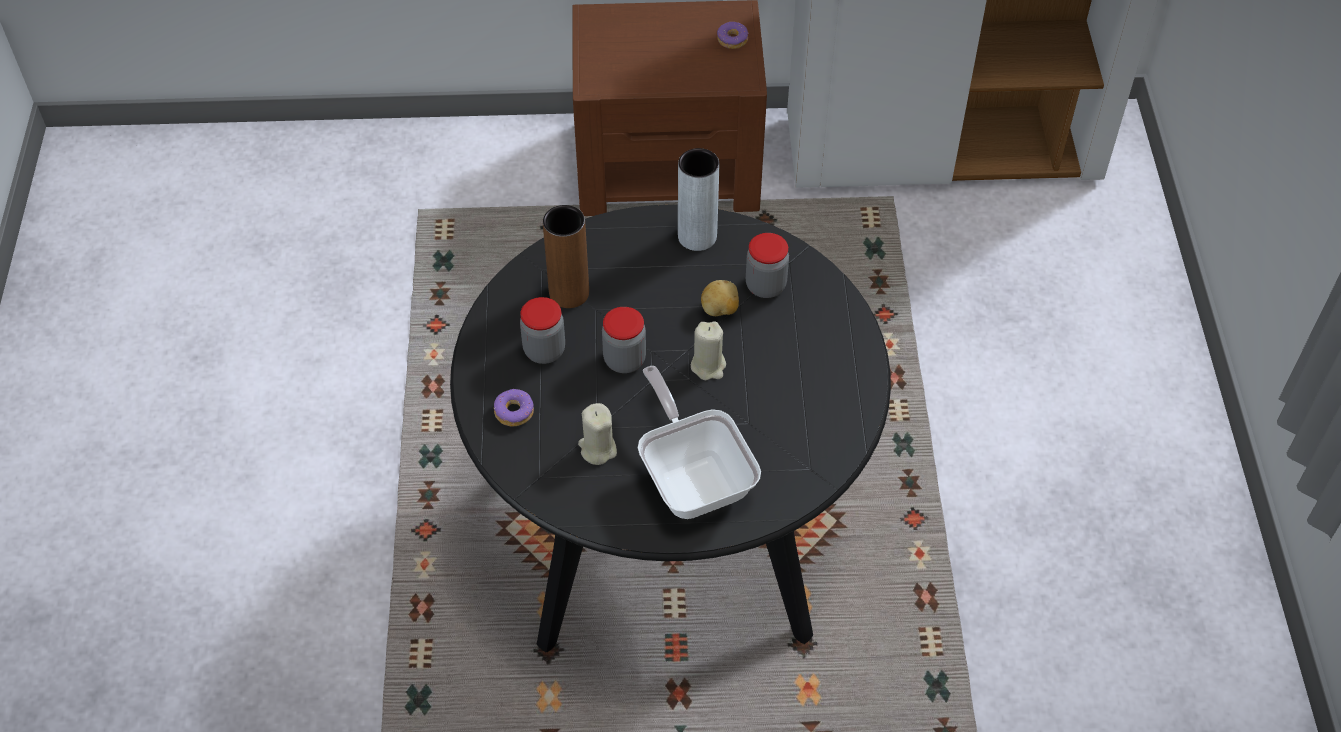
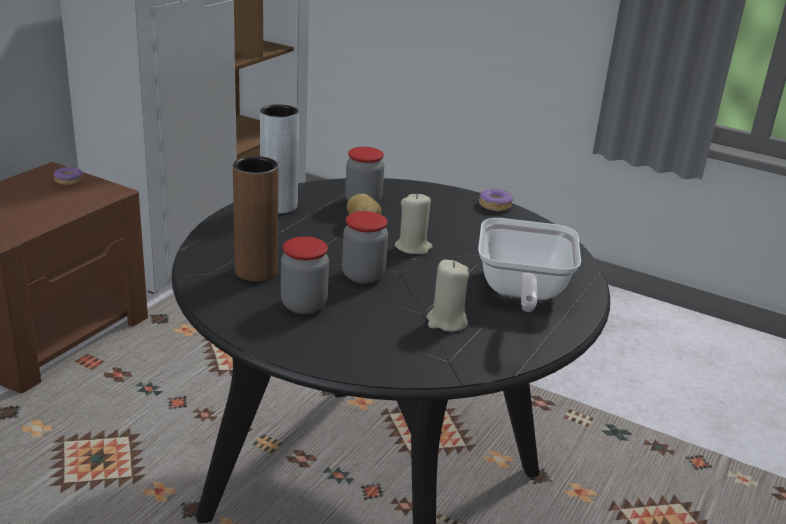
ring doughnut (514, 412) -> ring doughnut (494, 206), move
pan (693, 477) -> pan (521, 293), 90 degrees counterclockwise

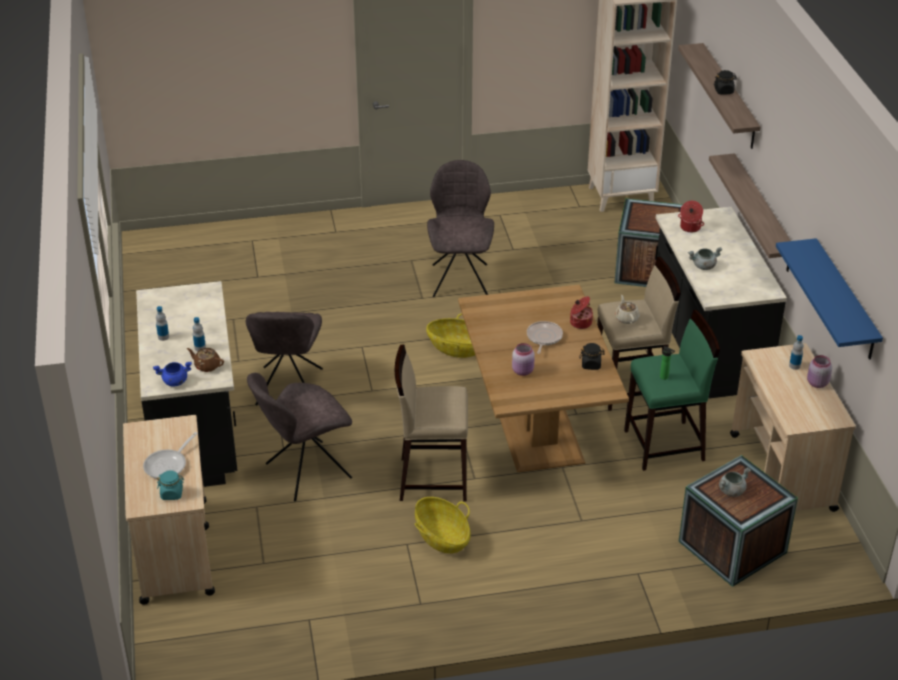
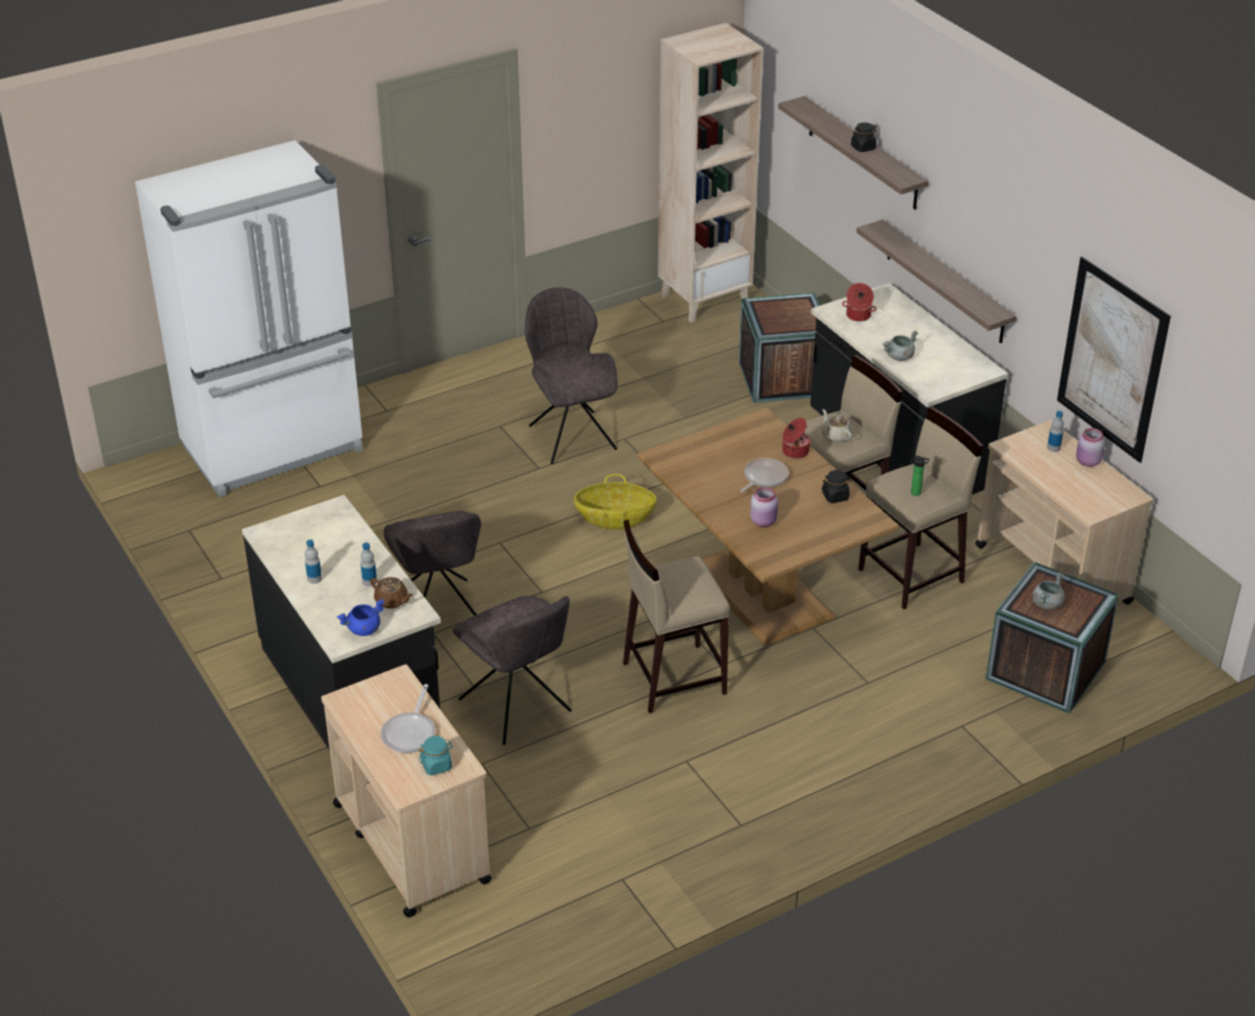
brown teapot (207, 366) -> brown teapot (392, 601), 150 degrees counterclockwise
greyish chair (305, 472) -> greyish chair (517, 708), 75 degrees counterclockwise
household basket (442, 537) -> none
pan (543, 338) -> pan (764, 478), 45 degrees clockwise
green stool seat (665, 446) -> beige-coloured stool seat (912, 576)
blue wall shelf (845, 300) -> wall art (1111, 359)
none -> white kitchen fridge (275, 449)

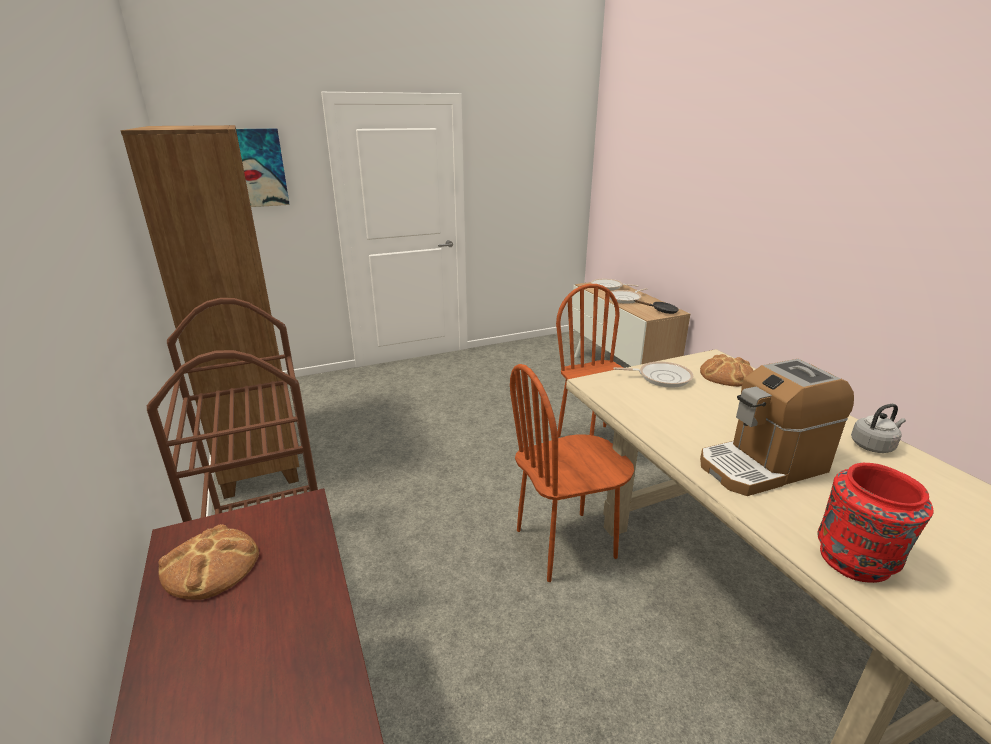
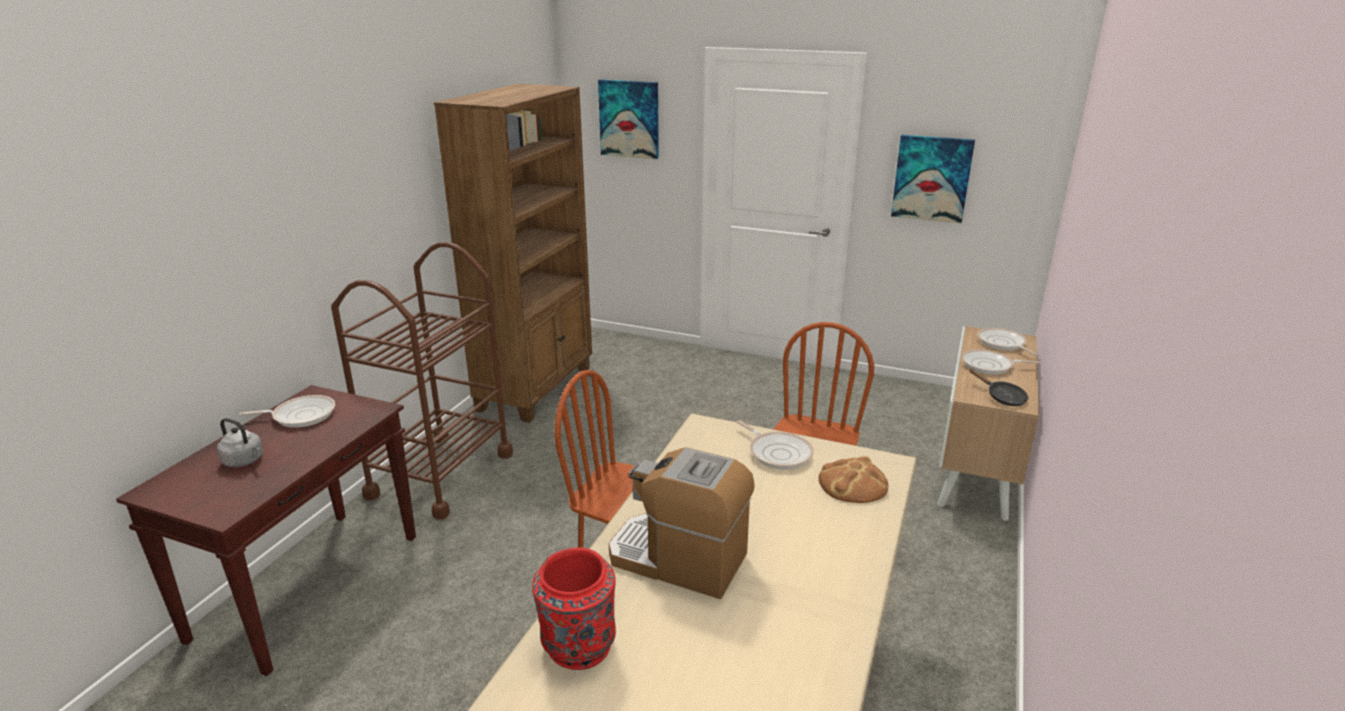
bread (210, 565) -> pan (301, 415)
greyish water kettle (873, 445) -> greyish water kettle (245, 461), move
none -> wall art (931, 178)

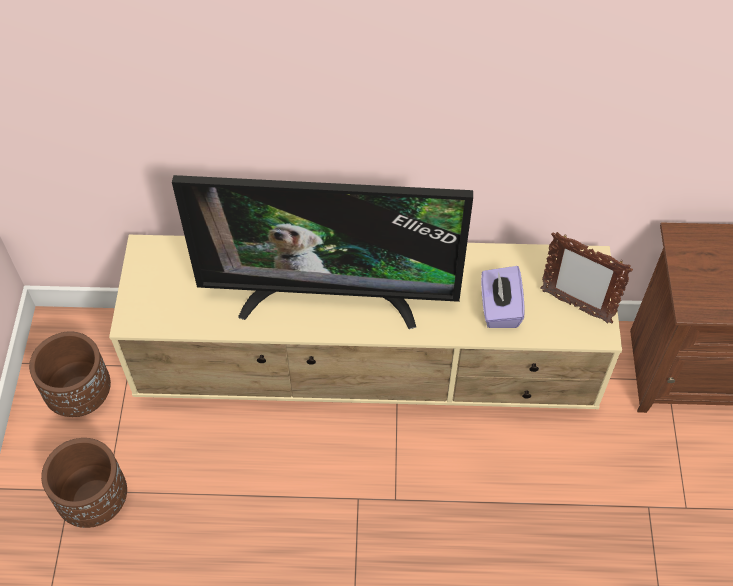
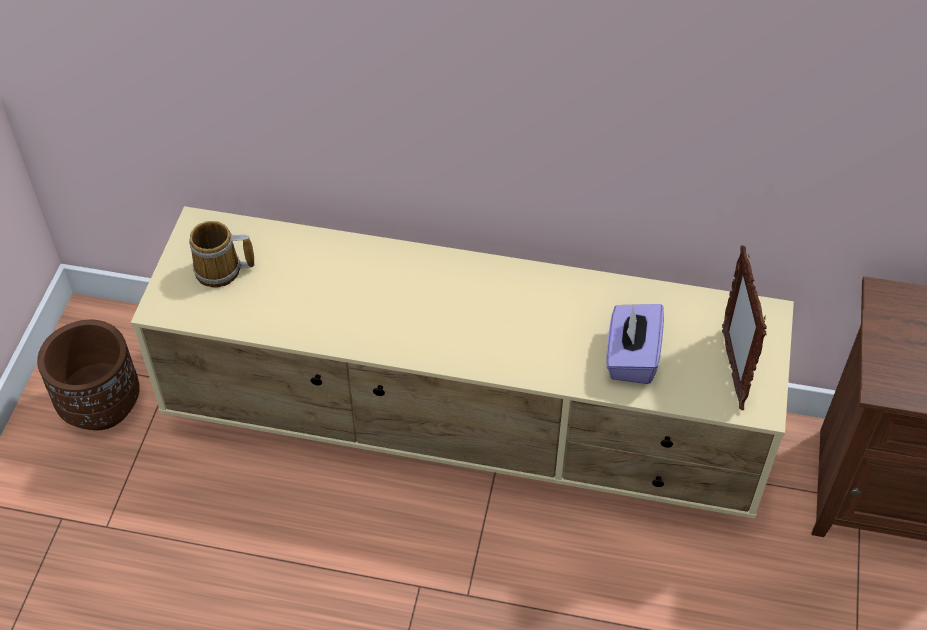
brown plant pot (95, 501) -> none
TV set (329, 296) -> none
picture frame (575, 306) -> picture frame (732, 368), 45 degrees clockwise
none -> tea mug (221, 271)

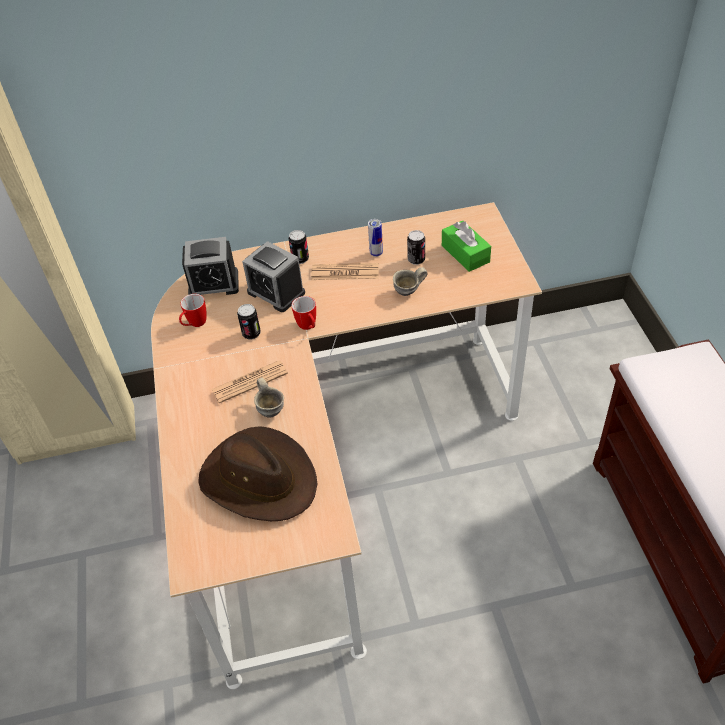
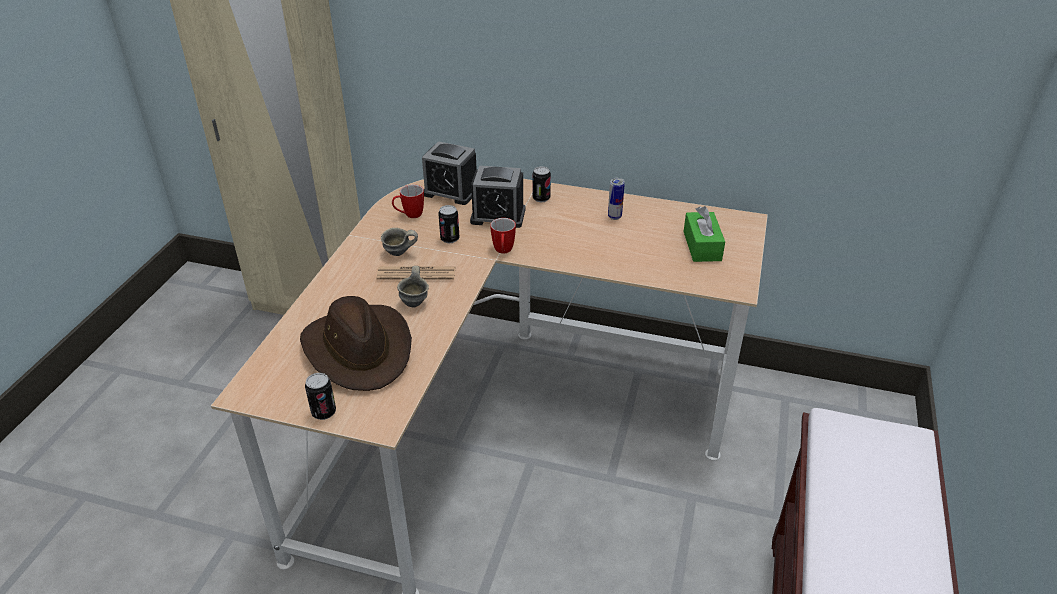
alarm clock (276, 292) -> alarm clock (498, 216), 60 degrees counterclockwise
daily paper (345, 272) -> none
greyish tea mug (409, 293) -> greyish tea mug (399, 254), move
sealed can (416, 259) -> sealed can (323, 412), move

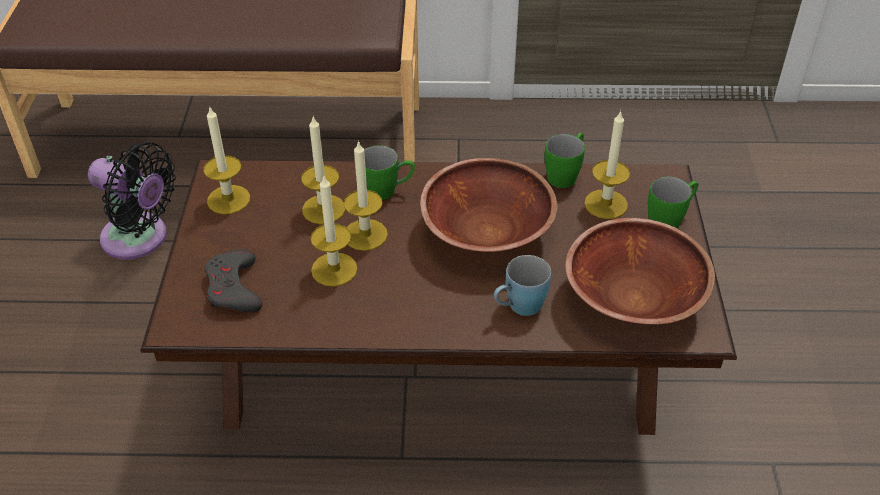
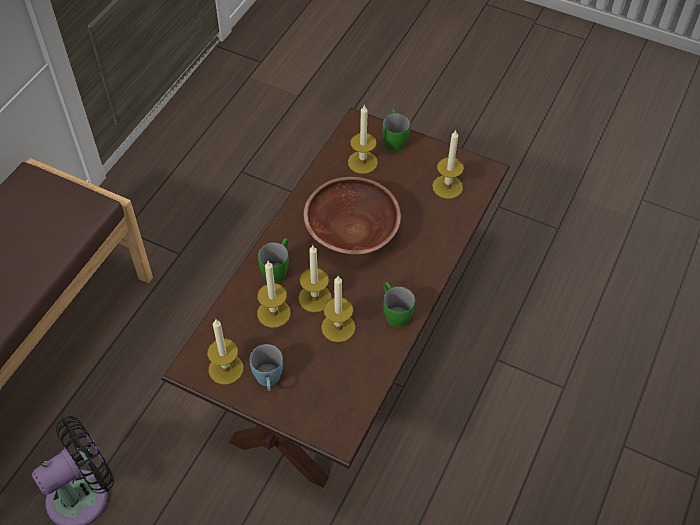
greyish gamepad (234, 288) -> none
blue tea mug (518, 307) -> blue tea mug (269, 381), move
green tea mug (565, 174) -> green tea mug (394, 313), move
brown deep dish (634, 298) -> wax light (447, 187)

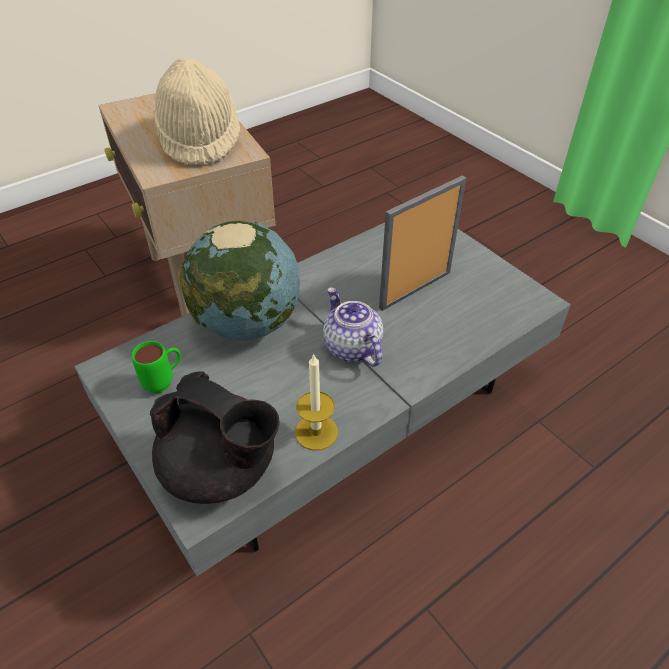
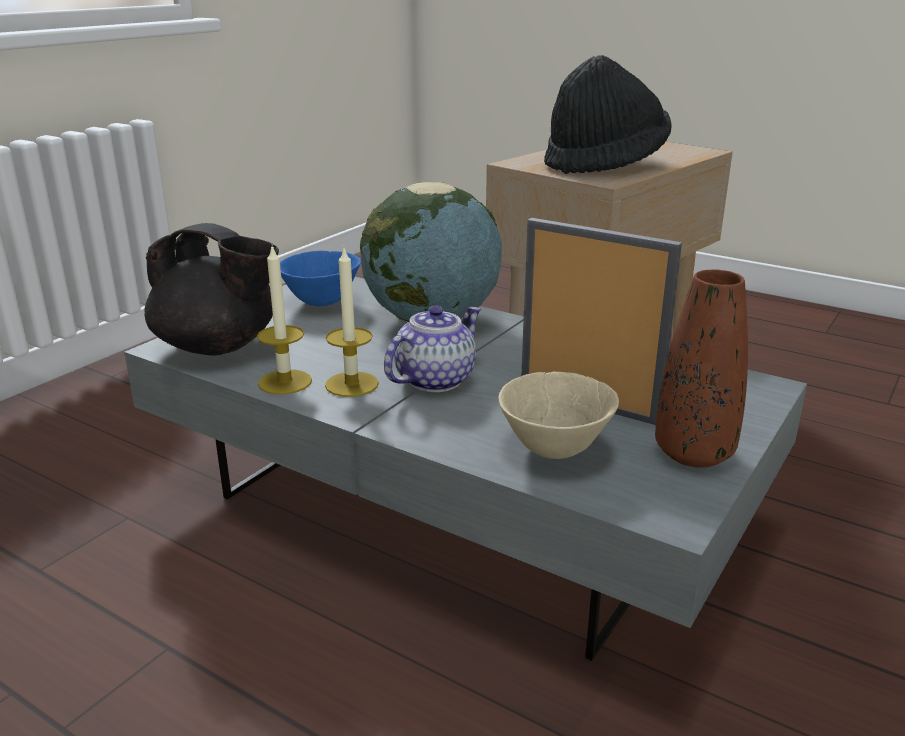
green tea mug (164, 382) -> blue deep dish (321, 303)
blackish teapot (221, 469) -> blackish teapot (219, 347), 75 degrees counterclockwise
beige-coloured hat (199, 139) -> blackish hat (604, 164)
none -> wax light (351, 384)
none -> beige-coloured deep dish (553, 450)
none -> brown decorative vase (693, 453)

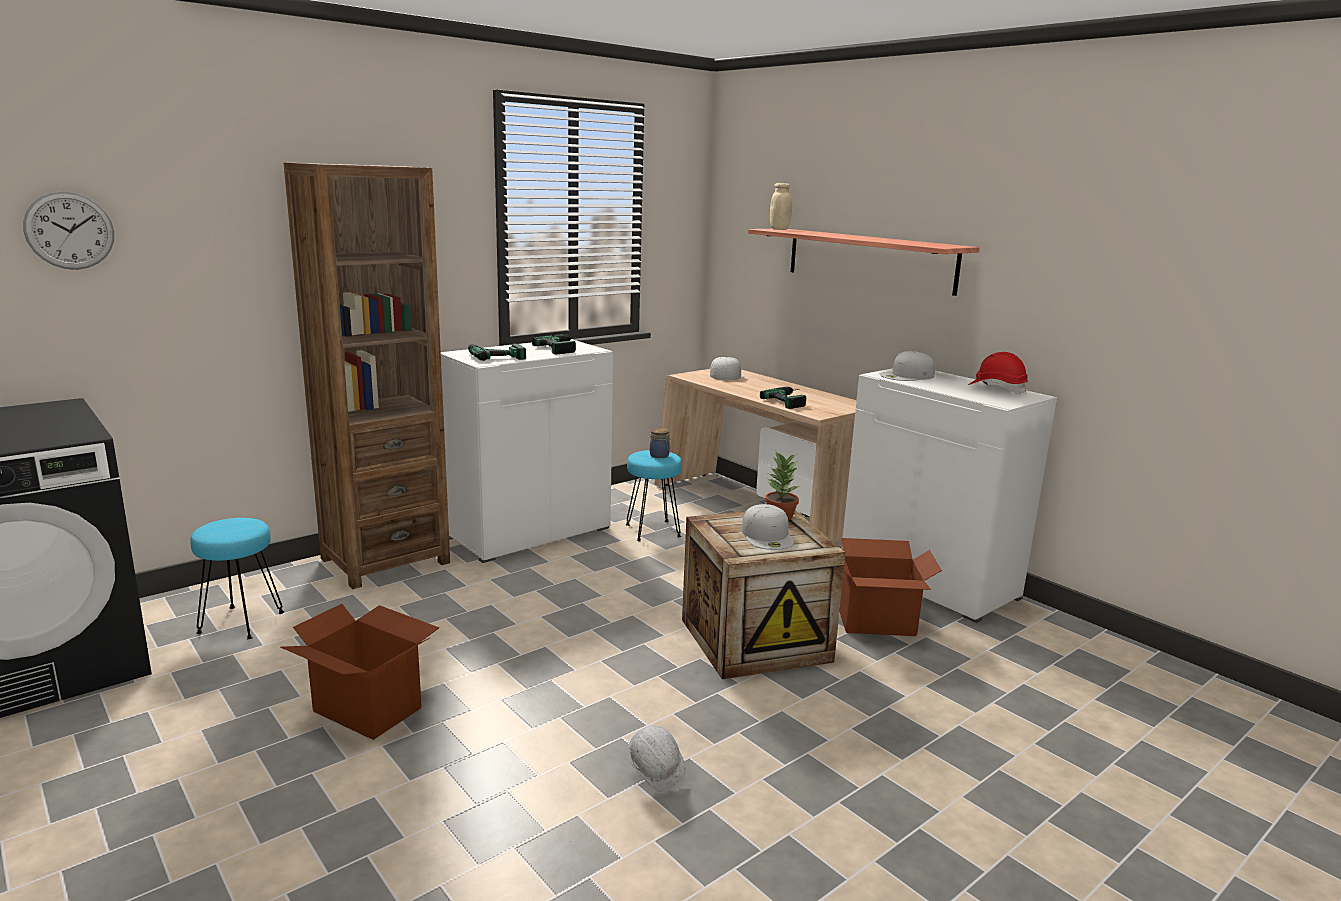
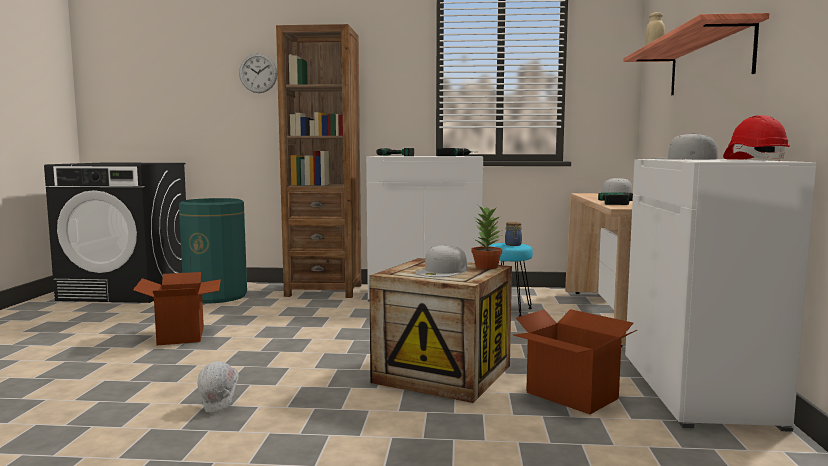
wall clock (69, 231) -> wall clock (258, 73), move
turquoise-coloured stool seat (242, 622) -> green waste bin (216, 296)

